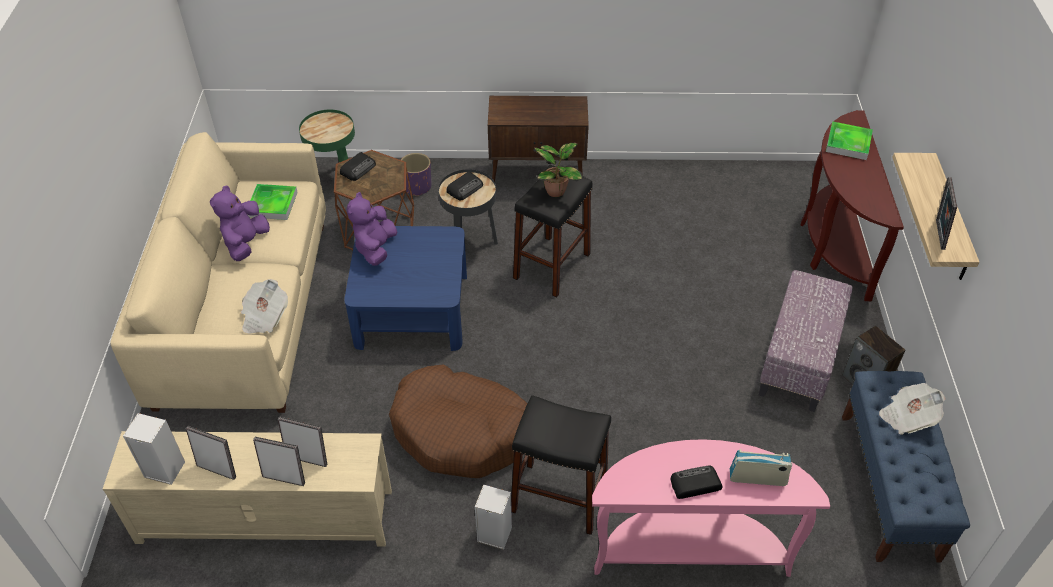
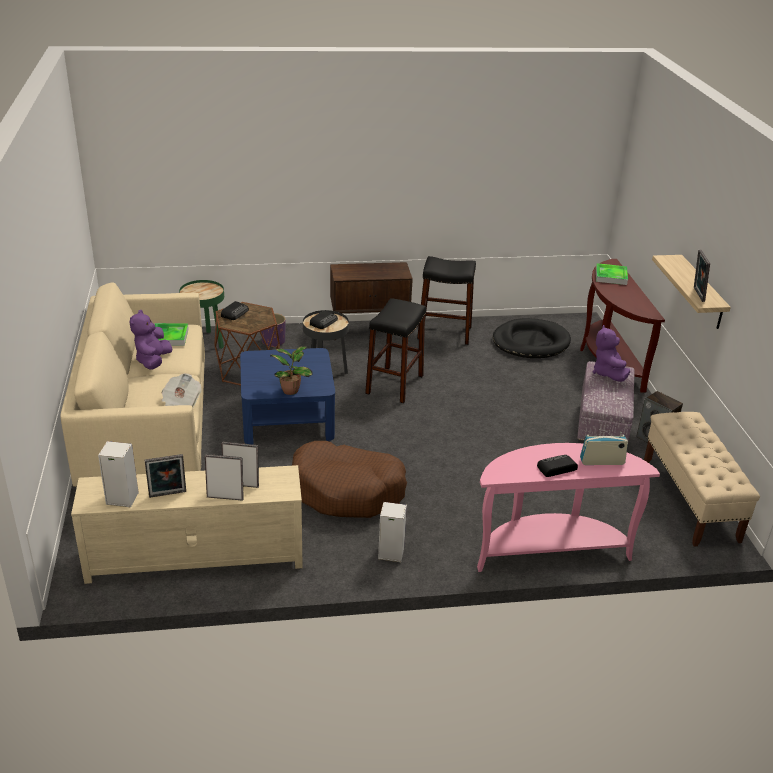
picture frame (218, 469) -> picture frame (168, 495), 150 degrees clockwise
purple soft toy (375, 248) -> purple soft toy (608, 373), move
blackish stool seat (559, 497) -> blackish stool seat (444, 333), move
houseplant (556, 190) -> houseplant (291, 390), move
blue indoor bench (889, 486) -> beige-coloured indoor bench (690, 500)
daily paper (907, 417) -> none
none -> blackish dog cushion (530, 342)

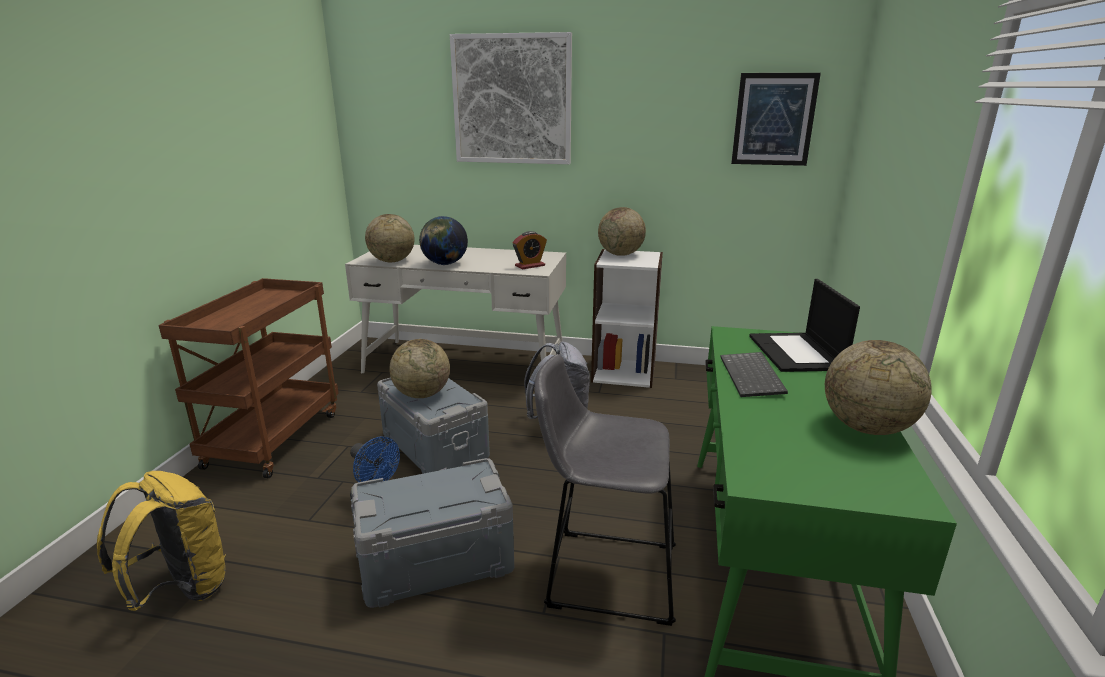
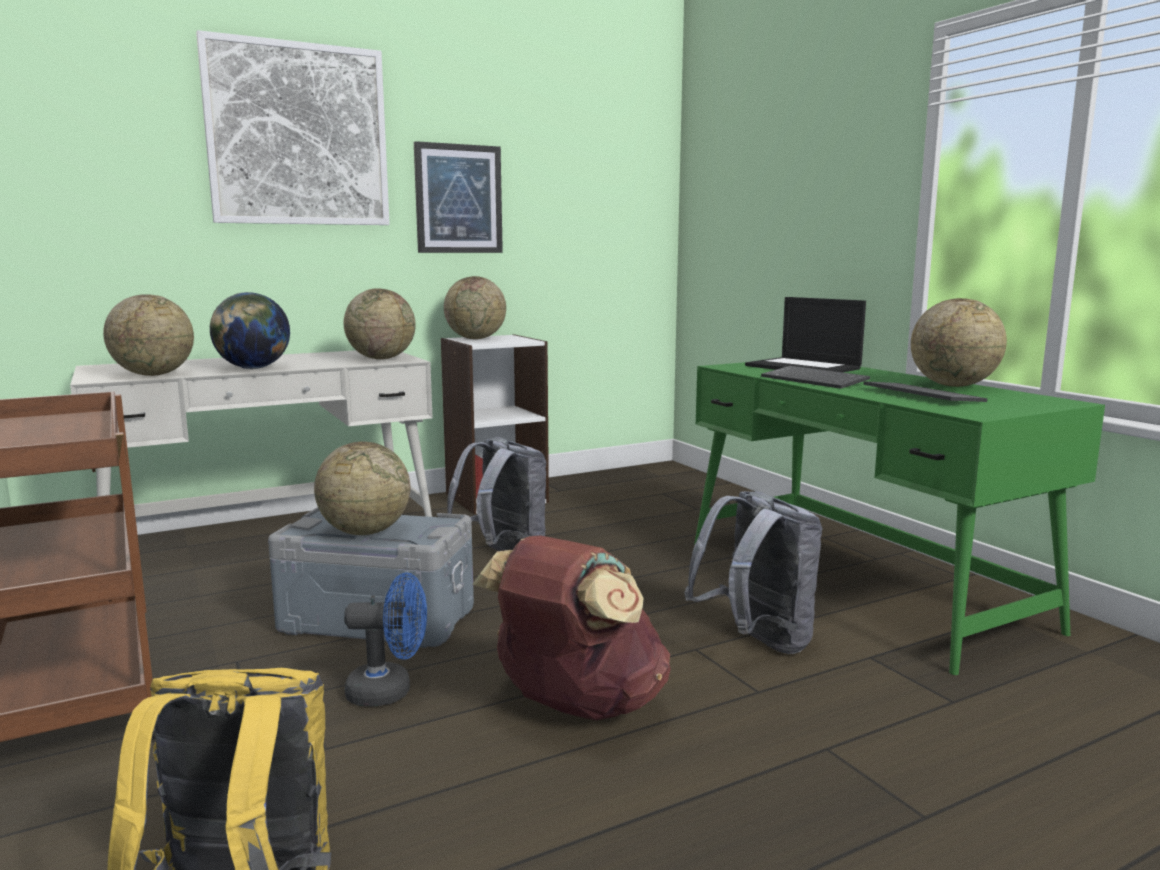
greyish storage box (435, 560) -> brown backpack (576, 706)
alarm clock (530, 266) -> desk globe (381, 358)
greyish stool seat (604, 573) -> greyish backpack (756, 642)
wall art (773, 119) -> wall art (458, 199), move
none -> keyboard (919, 395)

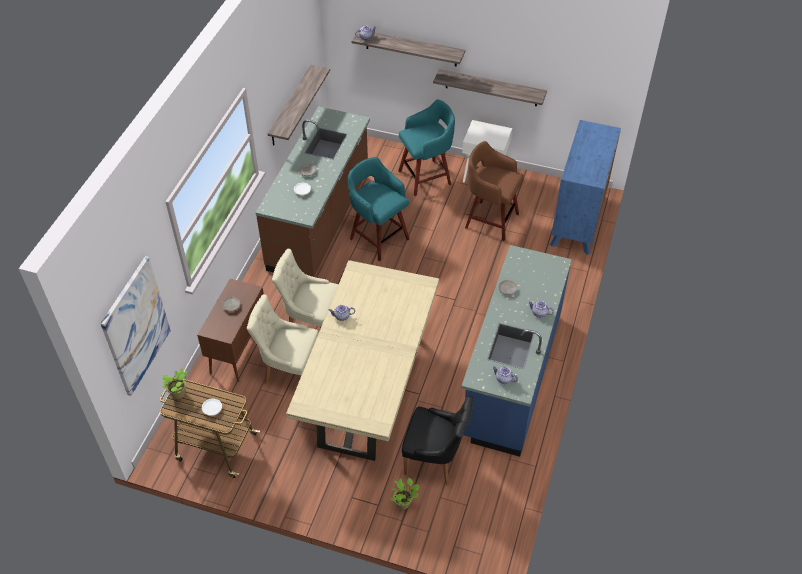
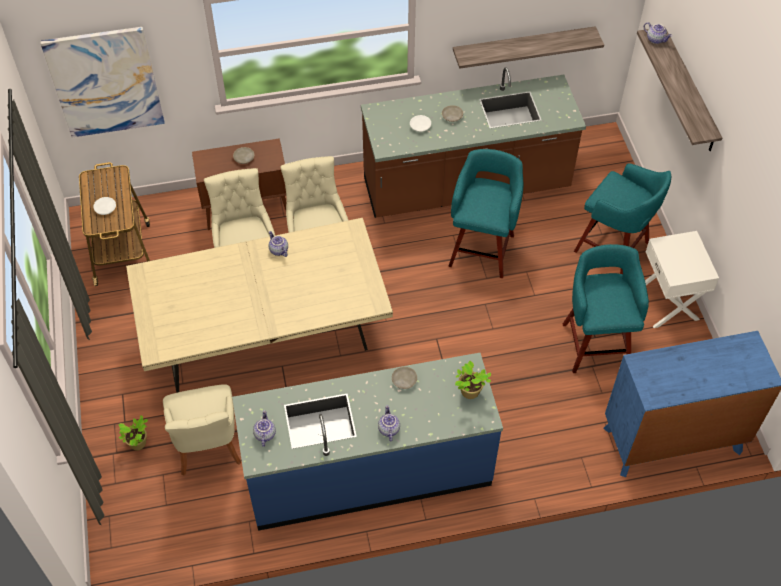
houseplant (179, 394) -> houseplant (469, 393), move
blackish chair (435, 460) -> beige-coloured chair (208, 448)
wall shelf (491, 88) -> none
brown stool seat (490, 220) -> turquoise-coloured stool seat (596, 343)

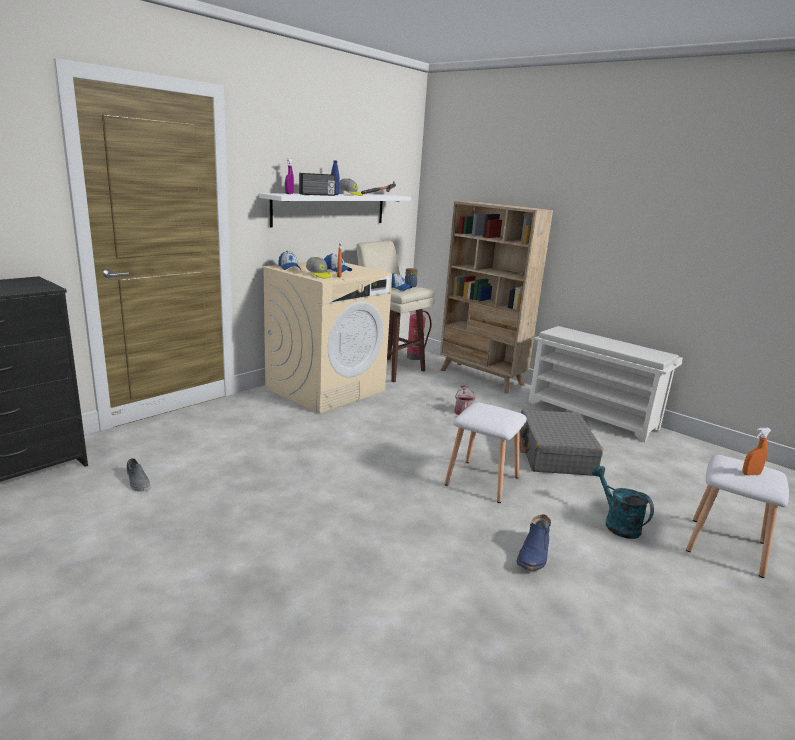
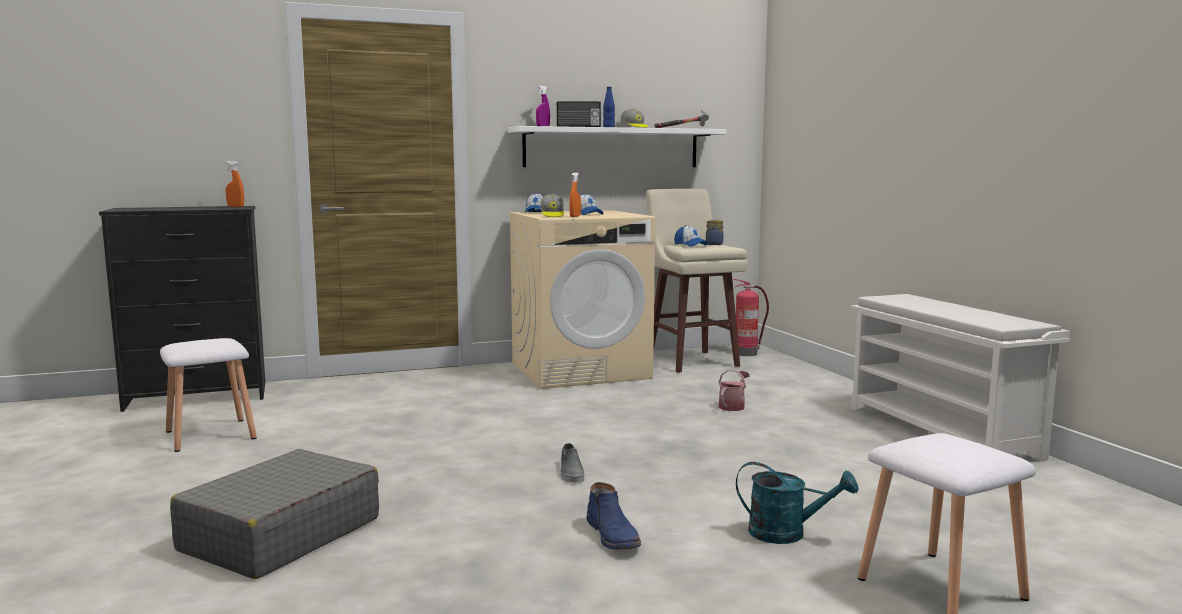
greyish shoe (137, 481) -> greyish shoe (571, 472), move
beige-coloured bookshelf (481, 378) -> none
white stool seat (483, 481) -> white stool seat (212, 435), move
blue tall boot (534, 555) -> blue tall boot (614, 536), 75 degrees counterclockwise
greyish suitcase (554, 454) -> greyish suitcase (280, 535), move
turquoise-coloured sprinkling can (617, 523) -> turquoise-coloured sprinkling can (787, 534), 105 degrees clockwise
orangey spray bottle (751, 474) -> orangey spray bottle (235, 207), move

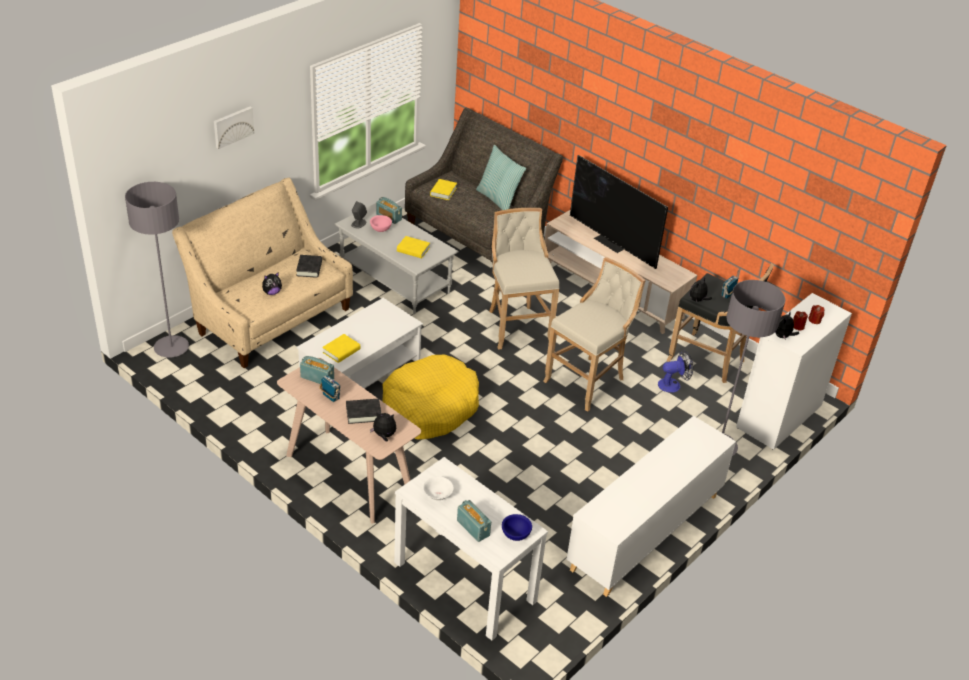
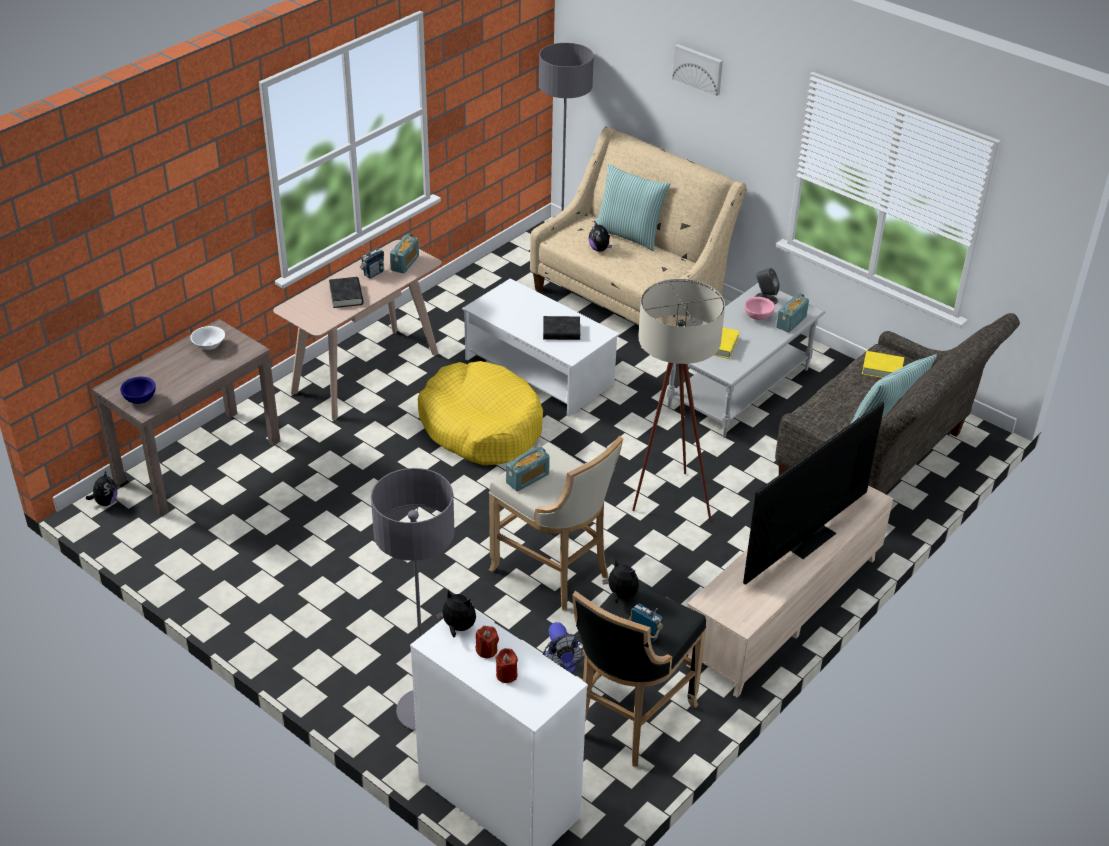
blackish book (309, 268) -> blackish book (561, 332), move
yellowish book (341, 351) -> none
soft toy (384, 436) -> soft toy (105, 502), move
white console table (464, 581) -> brown console table (198, 461)
radio (473, 528) -> radio (527, 478), move
beige-coloured stool seat (517, 325) -> beige-coloured standing lamp (666, 502)
white cabinet (645, 532) -> none
none -> throw pillow (629, 235)

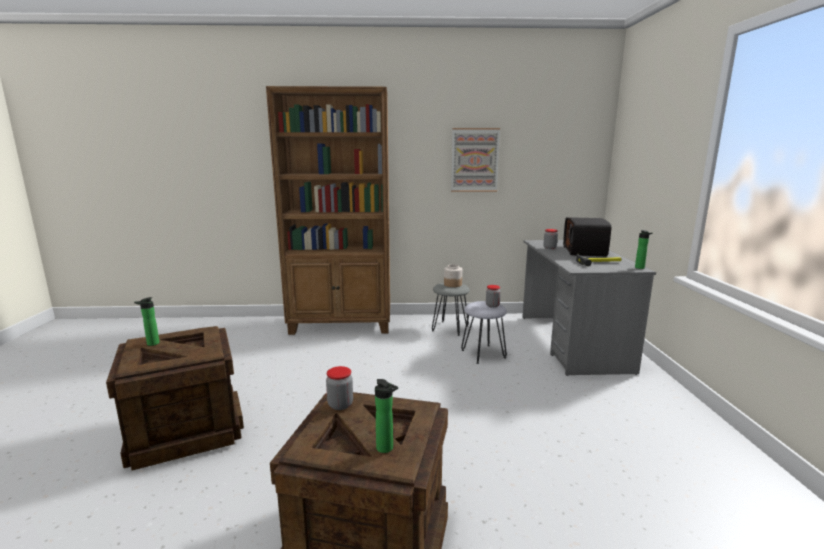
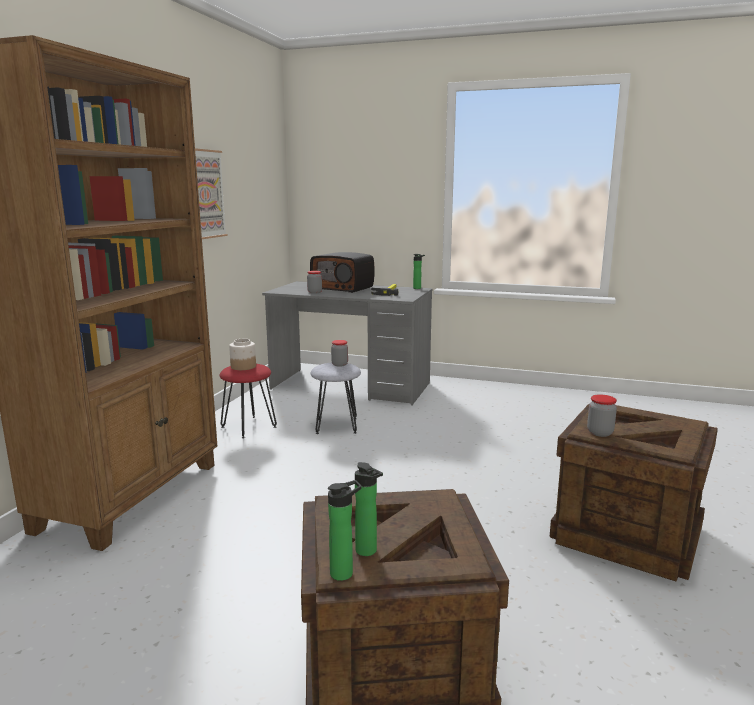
drink bottle (386, 449) -> drink bottle (345, 573), move
greyish stool seat (450, 328) -> red-coloured stool seat (249, 427)

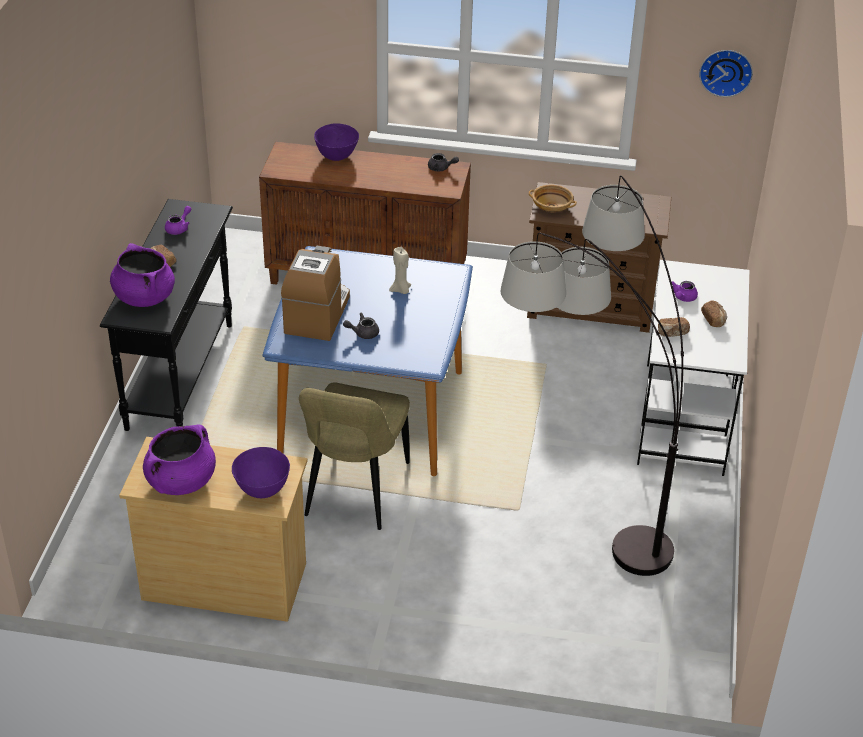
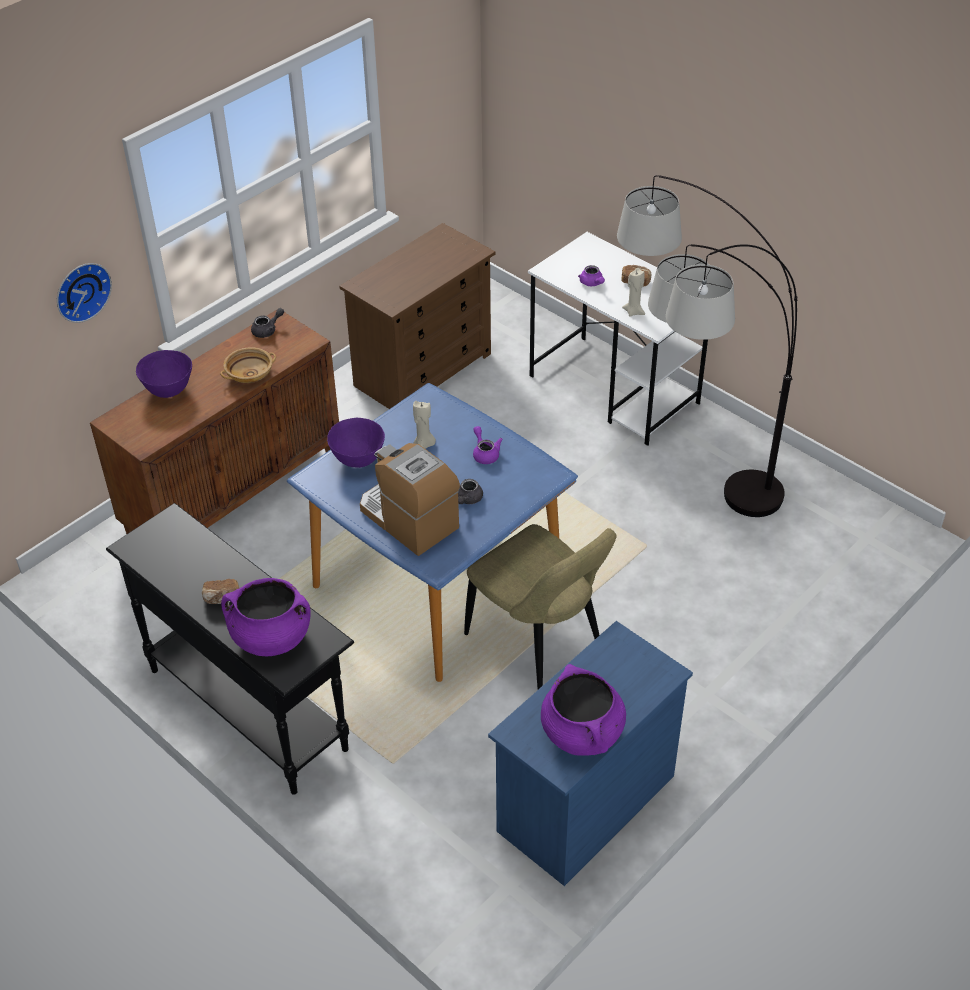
beige-coloured chest of drawers (223, 581) -> blue chest of drawers (585, 804)
purple teapot (179, 228) -> purple teapot (485, 453), move
purple deep dish (262, 489) -> purple deep dish (358, 459), move
beige-coloured deep dish (552, 207) -> beige-coloured deep dish (250, 374), move
bread (672, 333) -> beige-coloured wax light (633, 311)
wall clock (726, 71) -> wall clock (81, 290), move

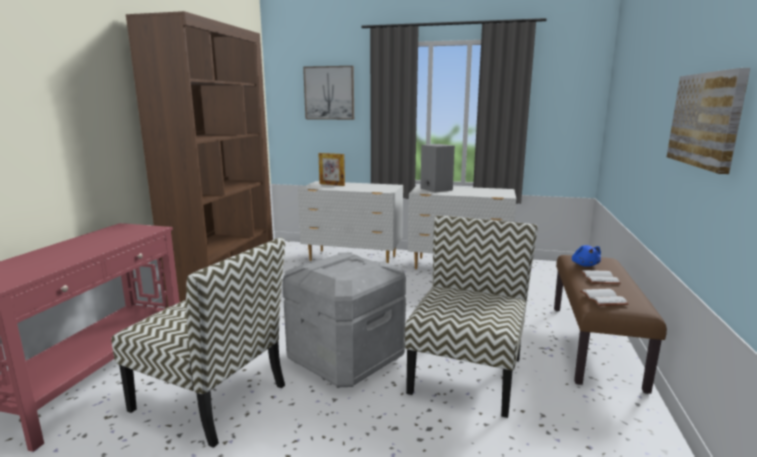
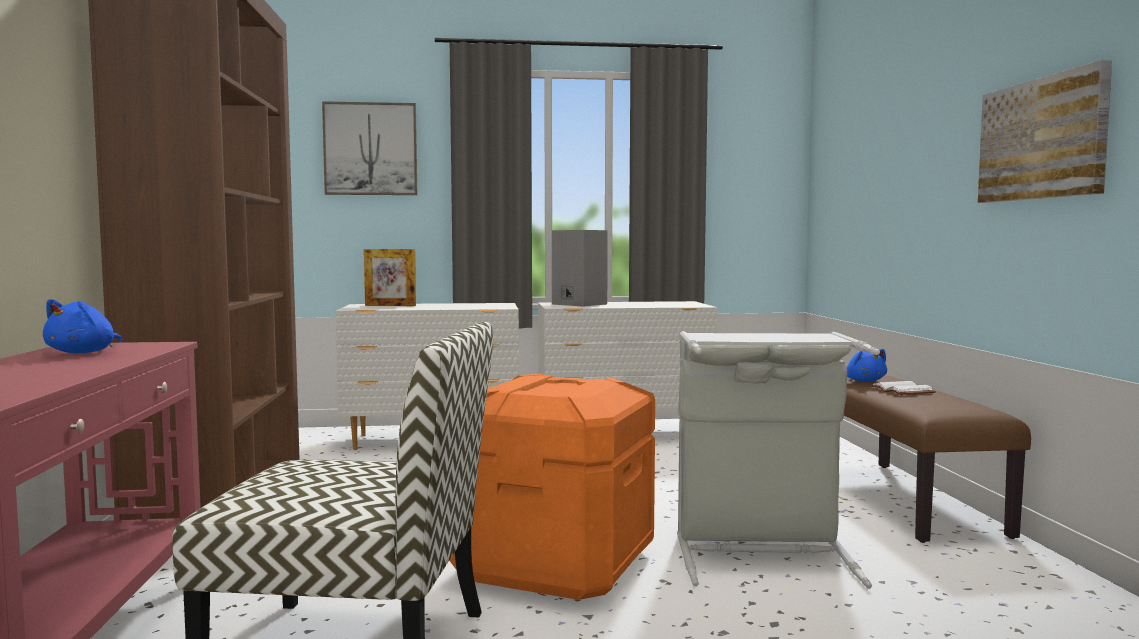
greyish storage box (346, 359) -> orangey storage box (555, 564)
chair (466, 373) -> greyish washing basket (762, 553)
white book (602, 298) -> none
none -> blue soft toy (84, 352)

